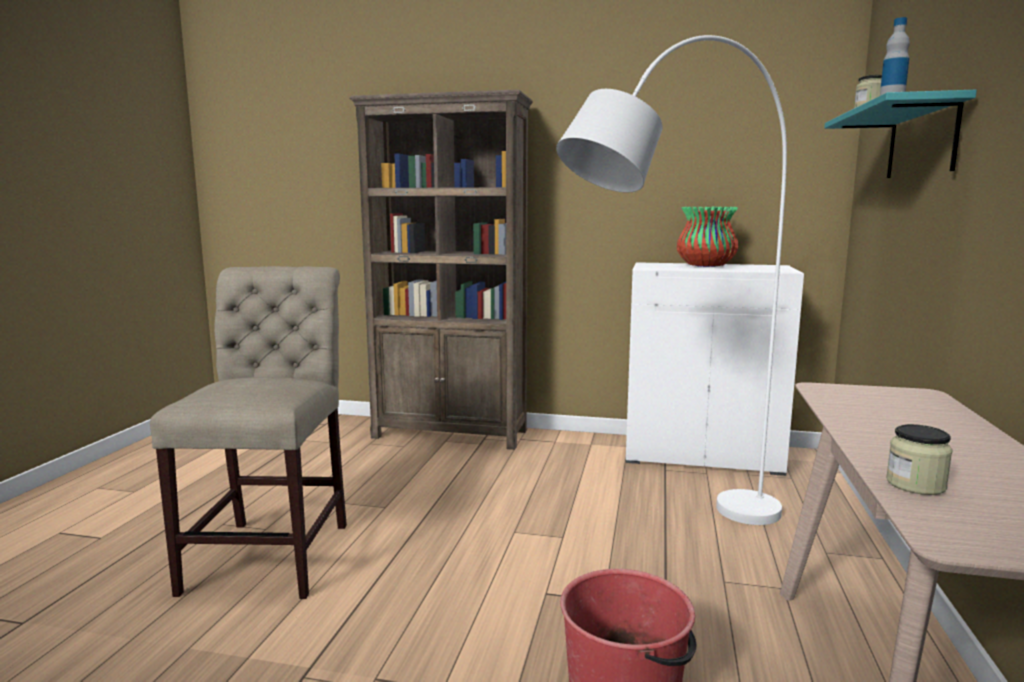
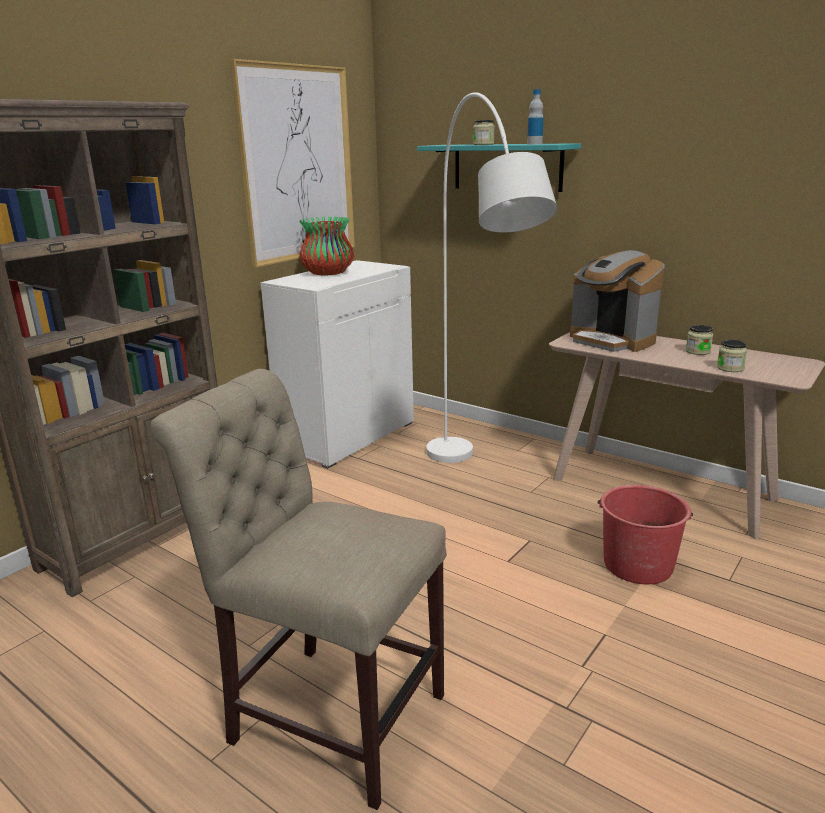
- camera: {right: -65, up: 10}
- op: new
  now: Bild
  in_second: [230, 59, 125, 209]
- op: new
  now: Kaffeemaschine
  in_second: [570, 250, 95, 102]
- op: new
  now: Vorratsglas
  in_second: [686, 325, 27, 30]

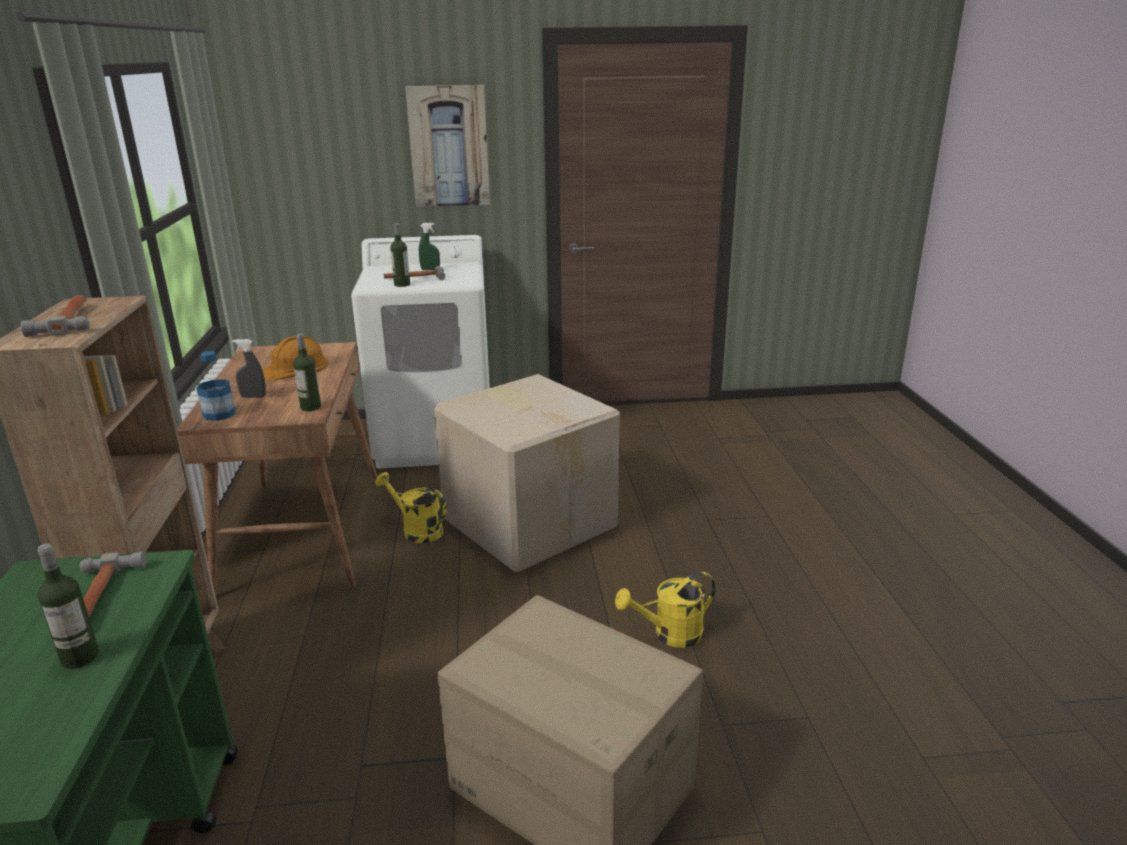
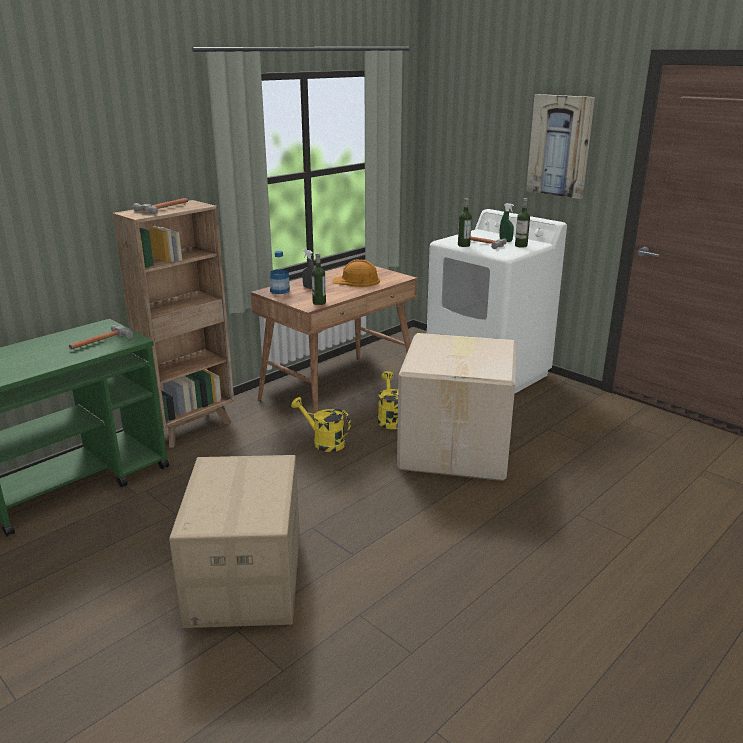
- camera: {right: 50, up: 0}
- op: shifted
  was: Gießkanne [gelb]
  in_first: [615, 572, 101, 76]
  in_second: [291, 397, 60, 55]
- op: shifted
  was: Flasche
  in_first: [37, 544, 62, 125]
  in_second: [515, 198, 15, 50]

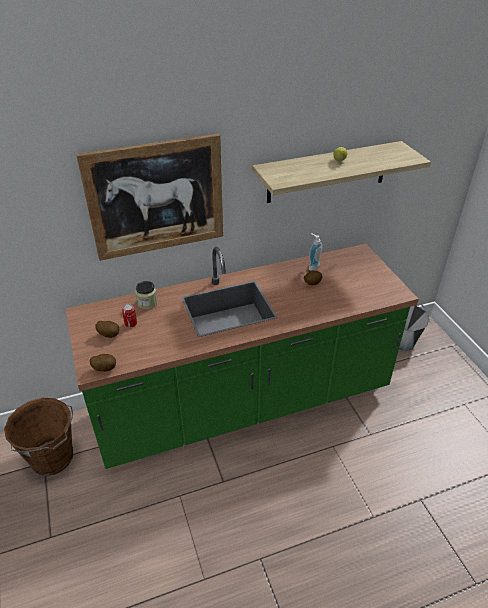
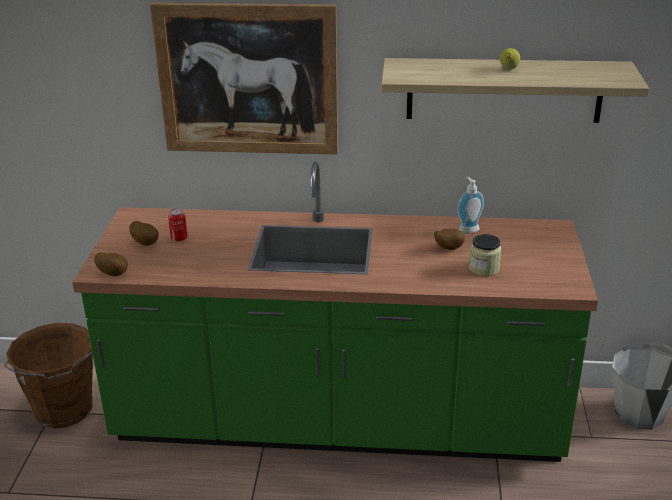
- camera: {right: 25, up: -10}
- op: shifted
  was: Vorratsglas
  in_first: [135, 281, 23, 29]
  in_second: [469, 234, 33, 42]

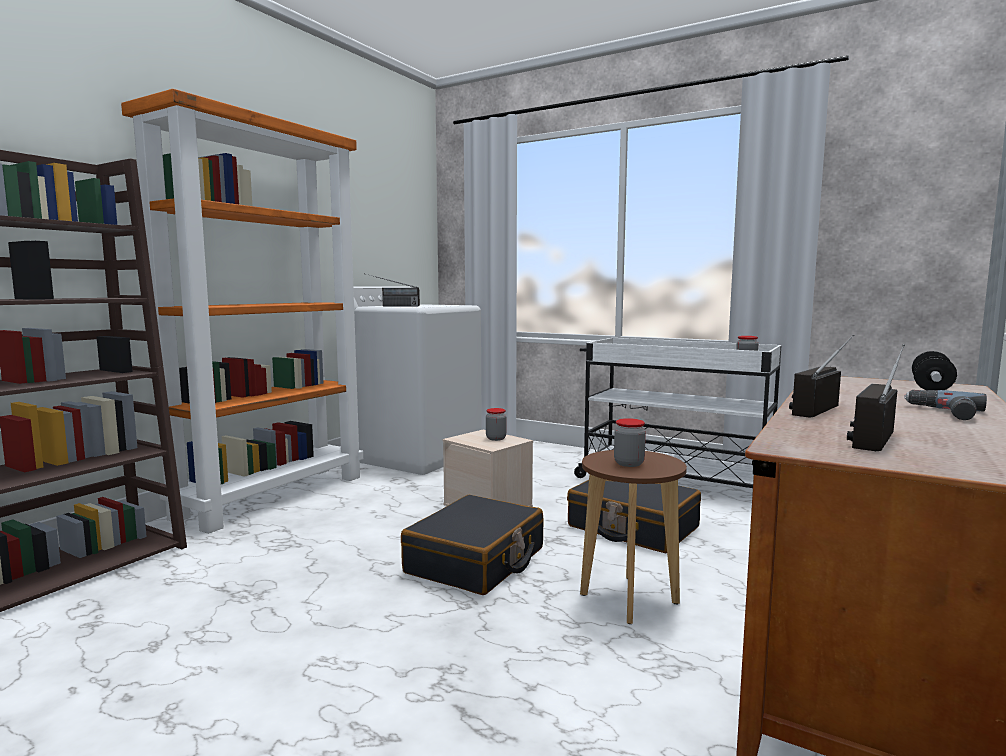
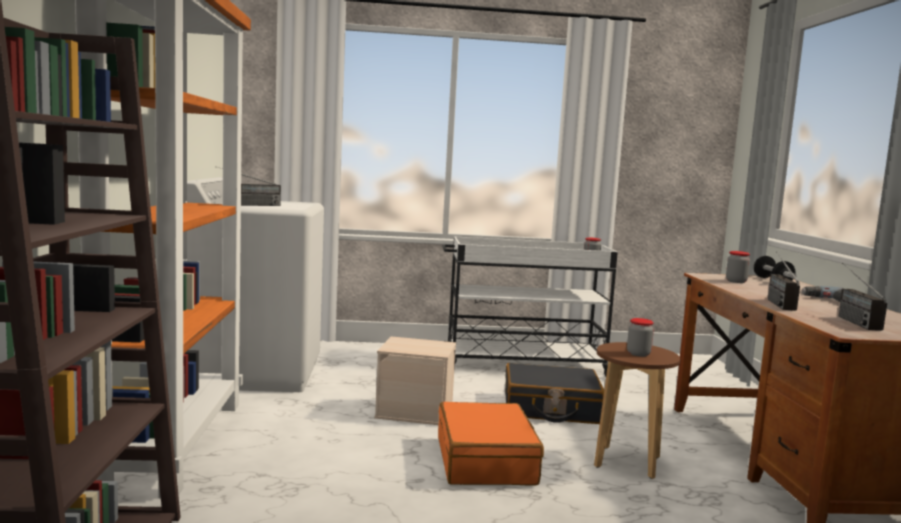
- camera: {right: -35, up: 0}
- op: repainted
  was: Koffer [schwarz]
  now: Koffer [orange]
  in_first: [401, 495, 143, 100]
  in_second: [438, 402, 106, 84]
- op: shifted
  was: Vorratsglas
  in_first: [486, 408, 20, 33]
  in_second: [726, 251, 24, 32]

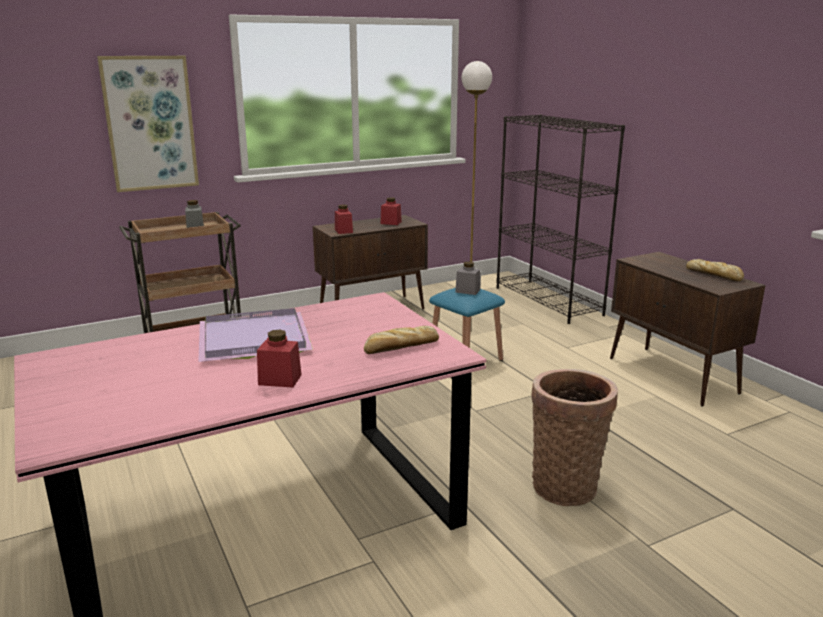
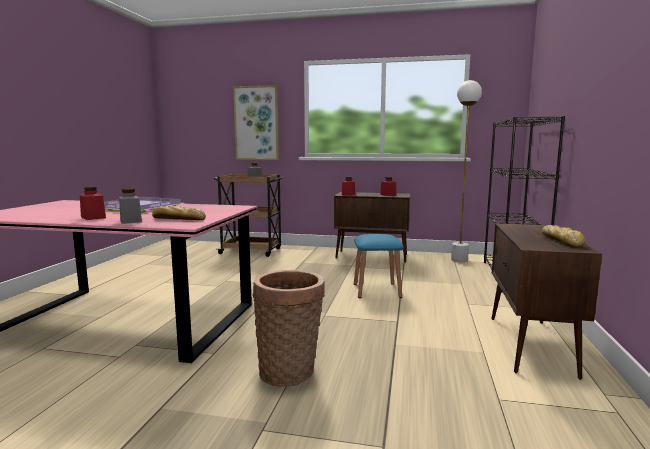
- camera: {right: 40, up: -10}
- op: shifted
  was: Vorratsglas [grau]
  in_first: [455, 261, 25, 34]
  in_second: [119, 188, 23, 36]

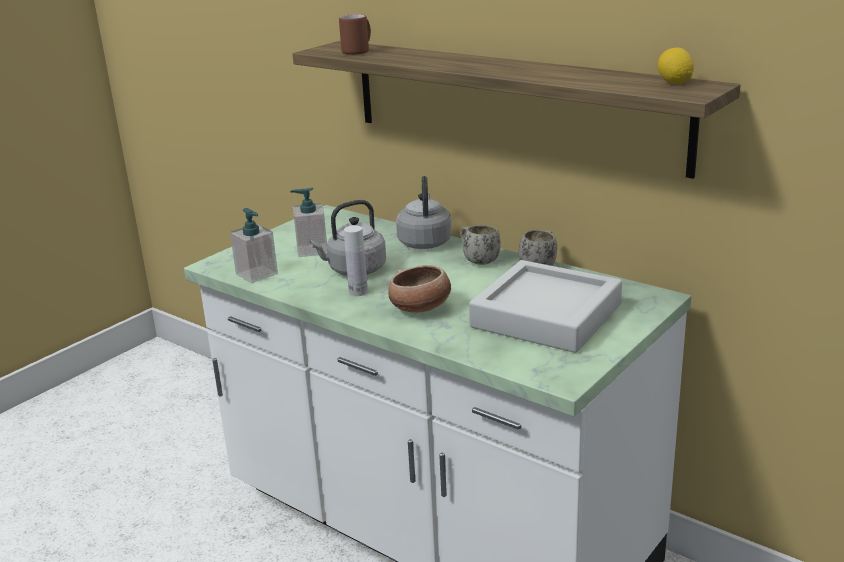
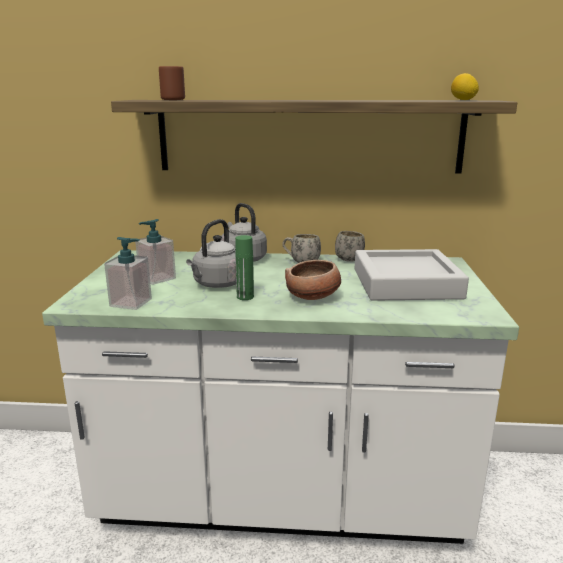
- camera: {right: -35, up: -5}
- op: repainted
  was: Flasche [weiß]
  now: Flasche [grün]
  in_first: [344, 225, 24, 71]
  in_second: [235, 235, 19, 65]

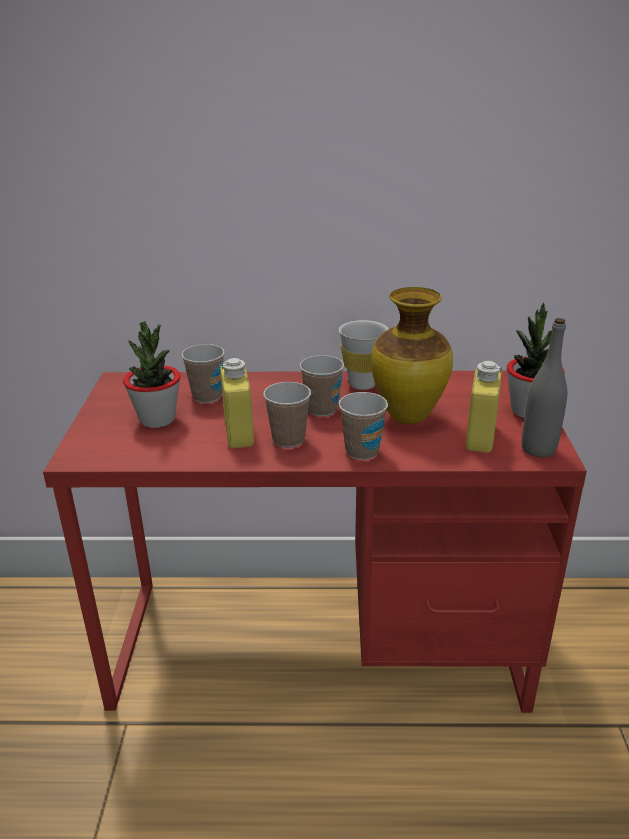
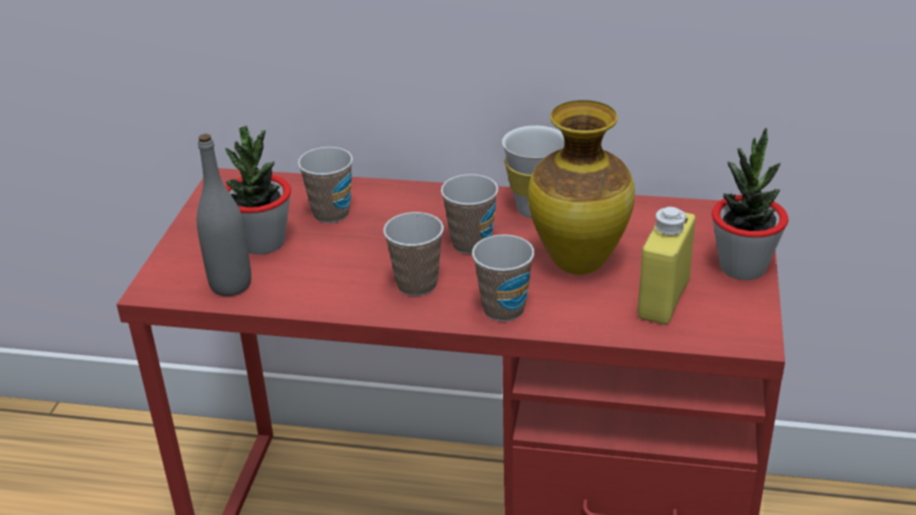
- camera: {right: 10, up: 5}
- op: shifted
  was: Flasche [grau]
  in_first: [522, 318, 45, 139]
  in_second: [197, 134, 54, 162]
- op: gone
  was: Flasche [gelb]
  in_first: [220, 358, 34, 90]

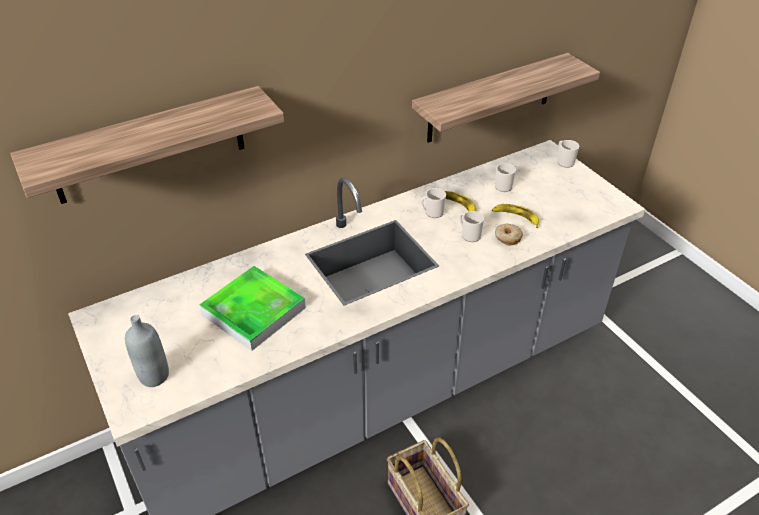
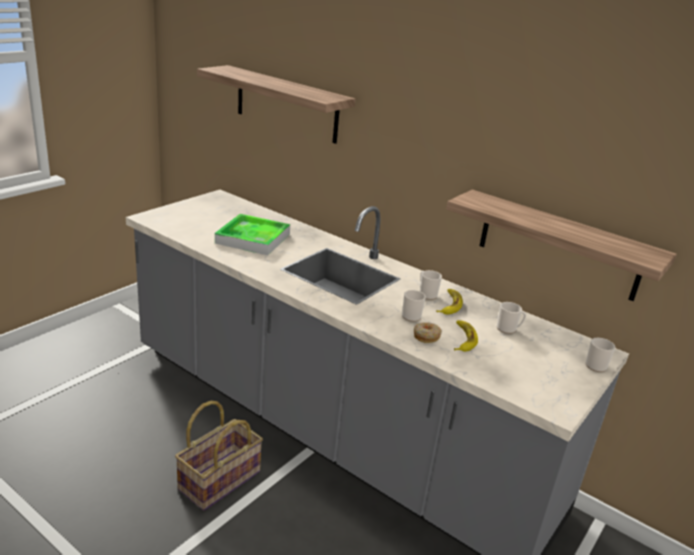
- camera: {right: 65, up: -15}
- op: gone
  was: Flasche [grau]
  in_first: [125, 315, 44, 72]

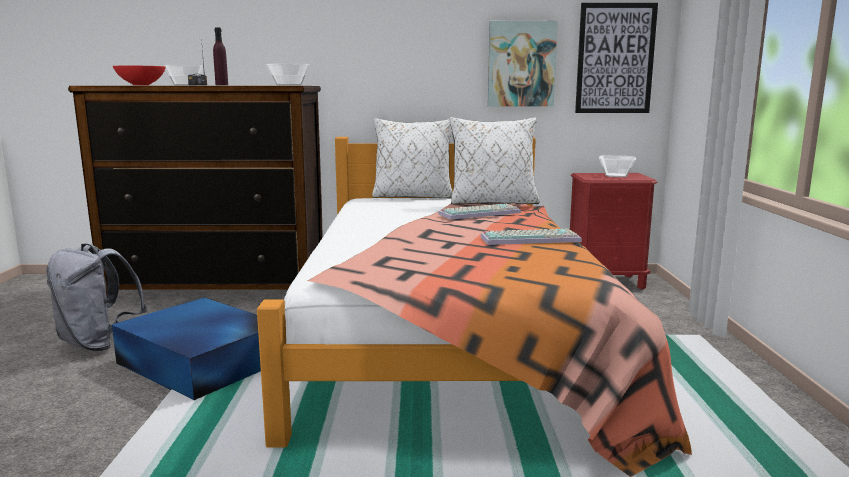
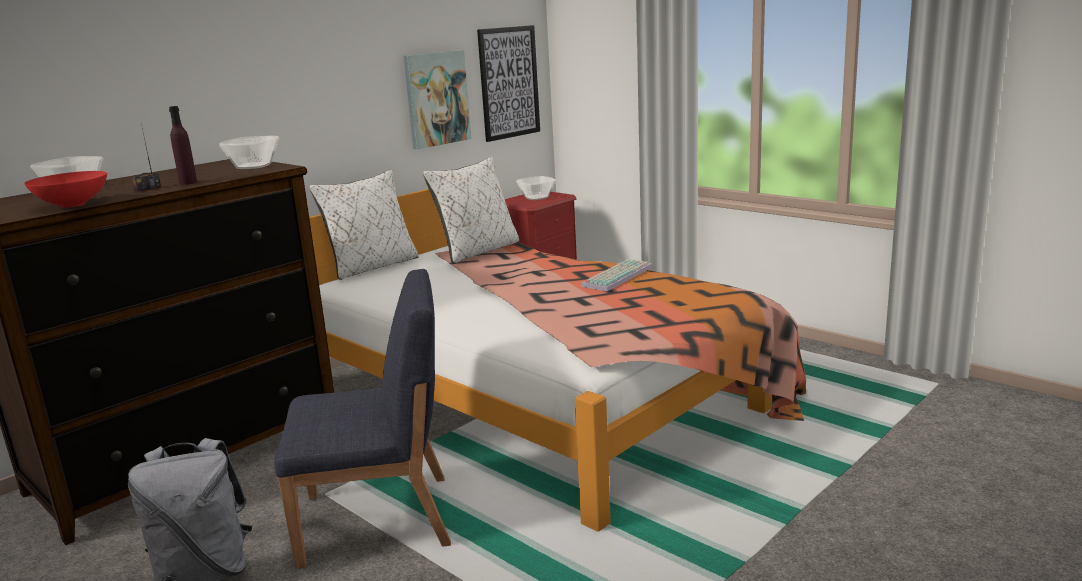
- camera: {right: -45, up: 5}
- op: swapped
  was: Aufbewahrungsbox [blau]
  now: Stuhl [blau]
  in_first: [112, 297, 149, 103]
  in_second: [274, 269, 177, 300]
- op: gone
  was: Tastatur
  in_first: [438, 204, 83, 15]

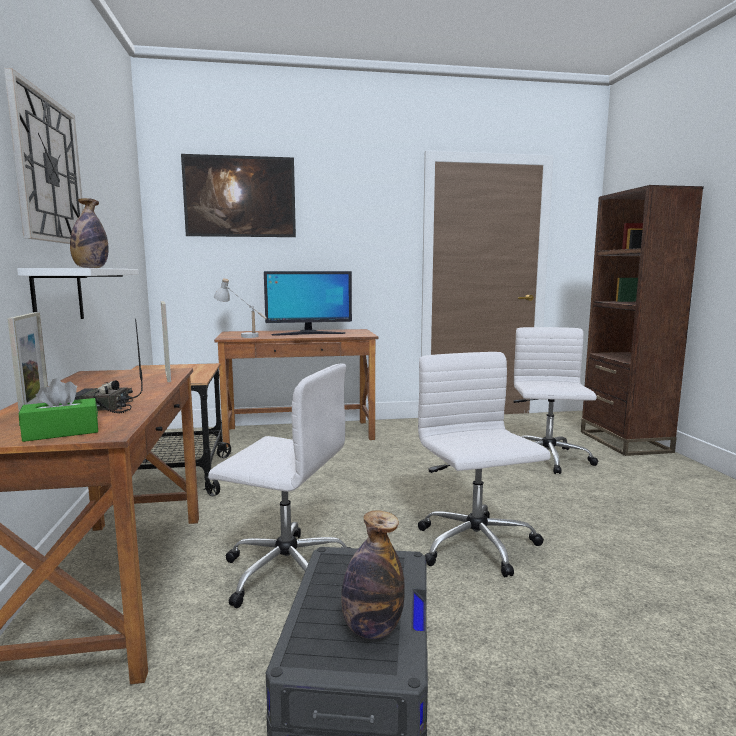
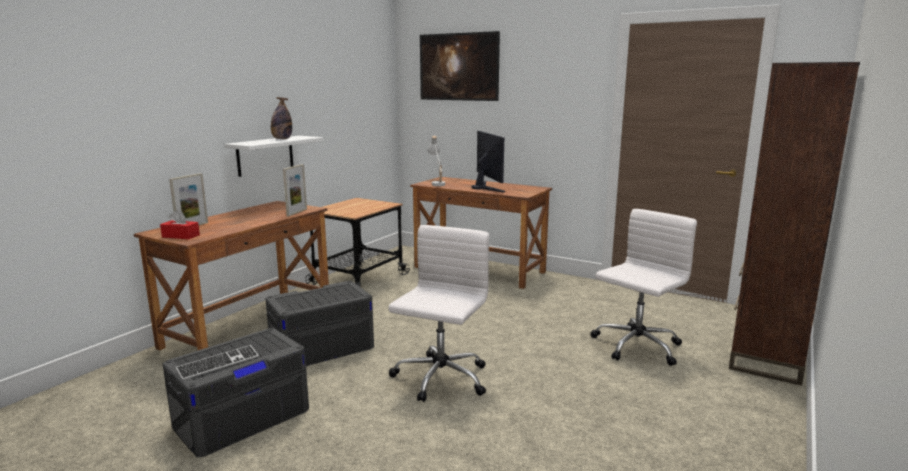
- camera: {right: 40, up: 5}
- op: repainted
  was: Taschentuchbox [grün]
  now: Taschentuchbox [rot]
  in_first: [19, 378, 79, 64]
  in_second: [160, 210, 40, 29]
- op: swapped
  was: Flasche
  now: Tastatur
  in_first: [341, 510, 64, 129]
  in_second: [176, 345, 83, 35]
- op: swapped
  was: Bürostuhl [weiß]
  now: Aufbewahrungsbox [grau]
  in_first: [208, 363, 143, 245]
  in_second: [265, 281, 109, 85]
- op: rotated
  was: Monitor
  in_first: [264, 271, 88, 65]
  in_second: [471, 131, 34, 62]
  clockwise: -135
- op: gone
  was: Wanduhr
  in_first: [4, 68, 79, 176]
- op: gone
  was: Radio
  in_first: [74, 319, 69, 95]

